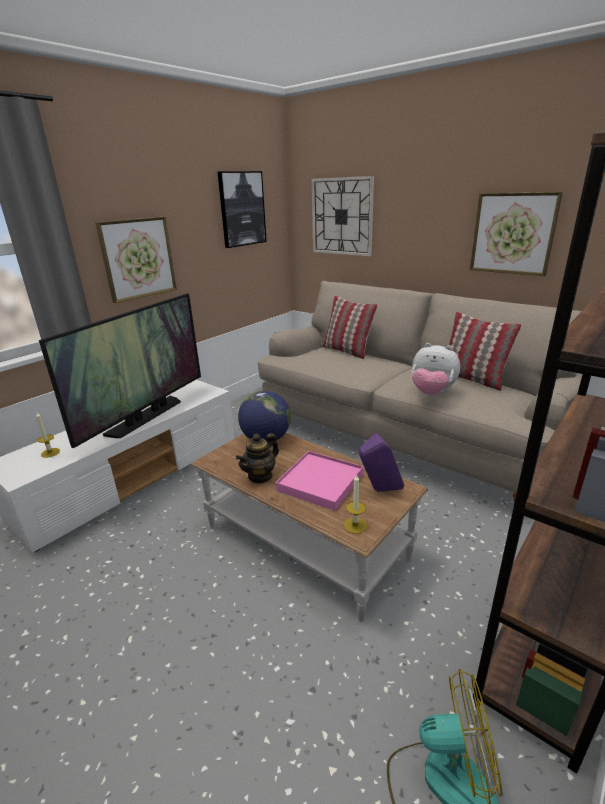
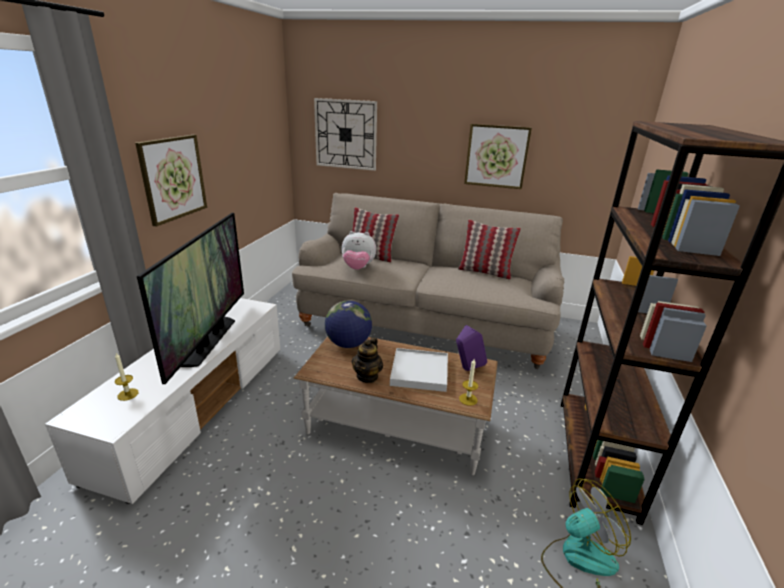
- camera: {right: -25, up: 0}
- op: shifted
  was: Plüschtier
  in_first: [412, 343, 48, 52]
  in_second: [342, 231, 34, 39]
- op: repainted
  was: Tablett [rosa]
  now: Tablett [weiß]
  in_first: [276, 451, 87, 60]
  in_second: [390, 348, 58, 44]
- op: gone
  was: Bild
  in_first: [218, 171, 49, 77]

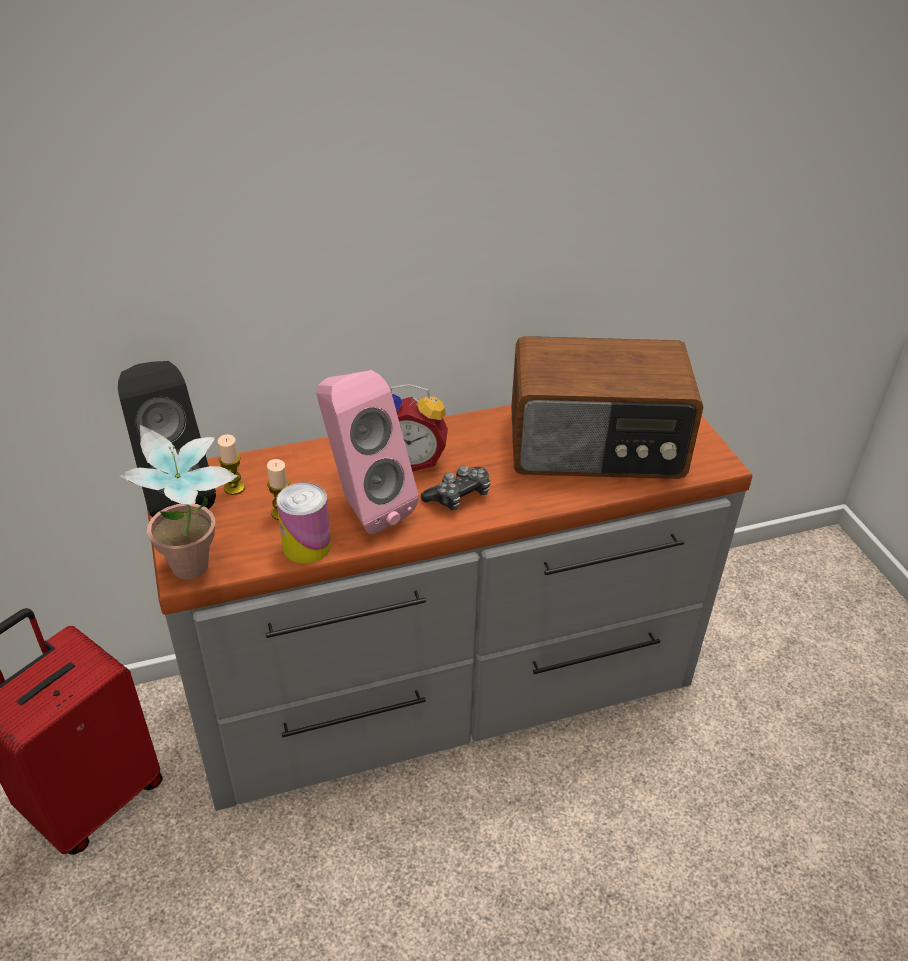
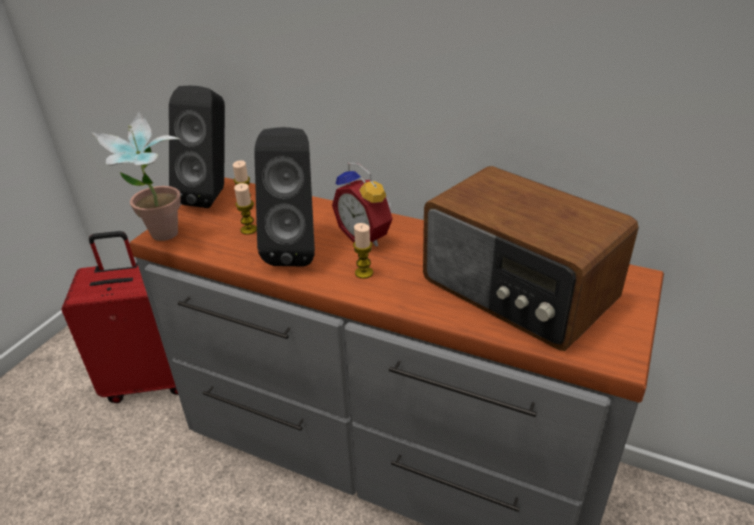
- camera: {right: 45, up: -5}
- op: repainted
  was: Lautsprecher [rosa]
  now: Lautsprecher [schwarz]
  in_first: [316, 370, 103, 164]
  in_second: [254, 127, 61, 140]
- op: swapped
  was: Gamepad
  now: Kerze
  in_first: [421, 466, 69, 44]
  in_second: [353, 223, 20, 56]
- op: gone
  was: Dose
  in_first: [277, 482, 54, 82]

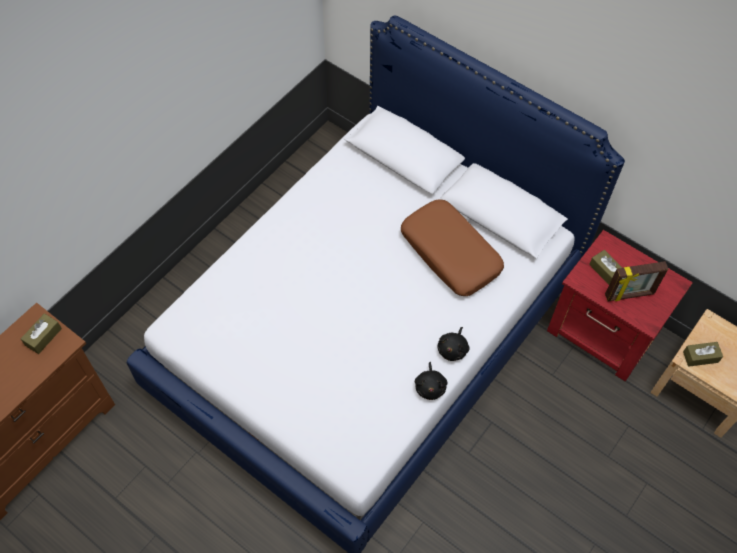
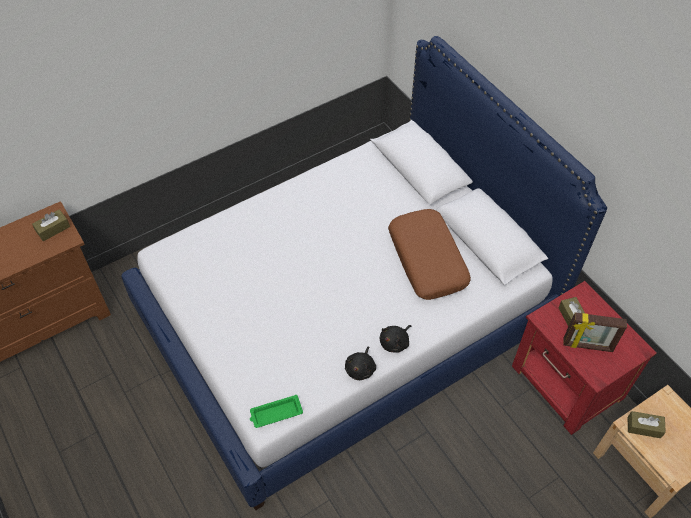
- camera: {right: 20, up: -5}
- op: new
  now: Tablett [grün]
  in_second: [250, 395, 53, 33]

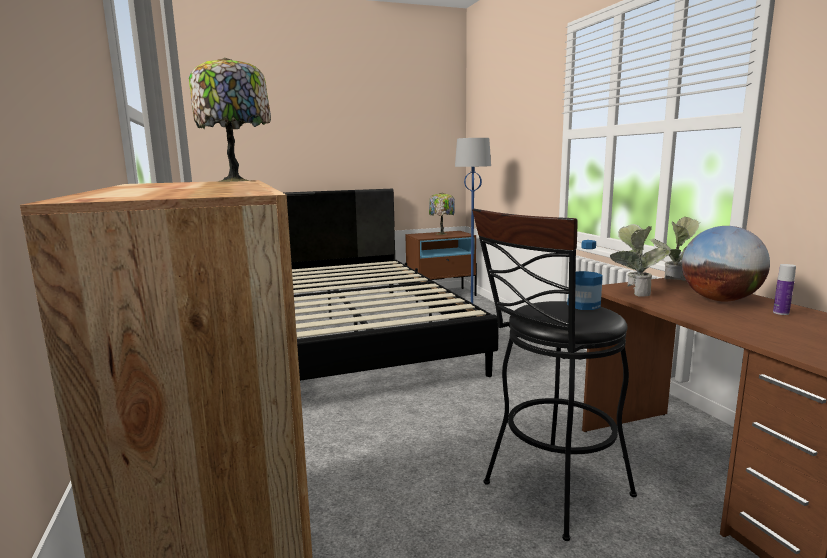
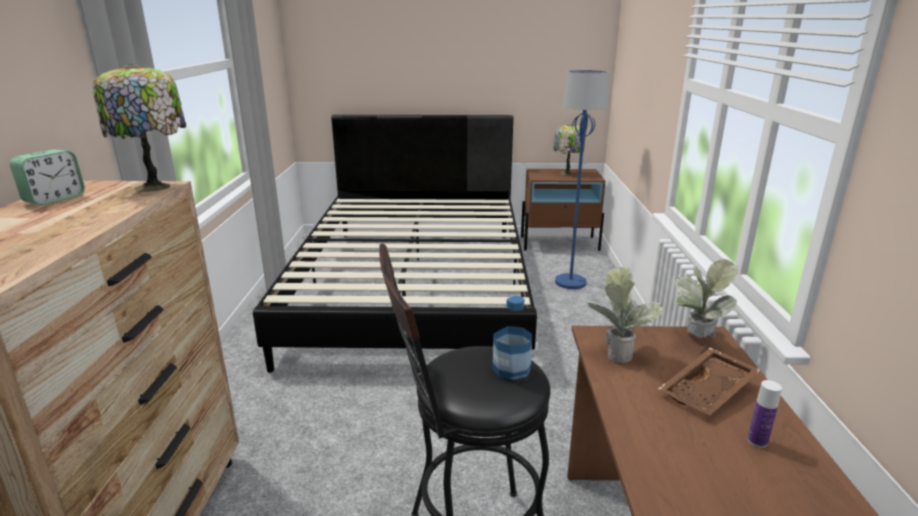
- camera: {right: 20, up: 10}
- op: new
  now: Wecker
  in_second: [10, 150, 75, 55]
- op: swapped
  was: Globus
  now: Tablett [braun]
  in_first: [682, 226, 88, 76]
  in_second: [658, 348, 103, 67]

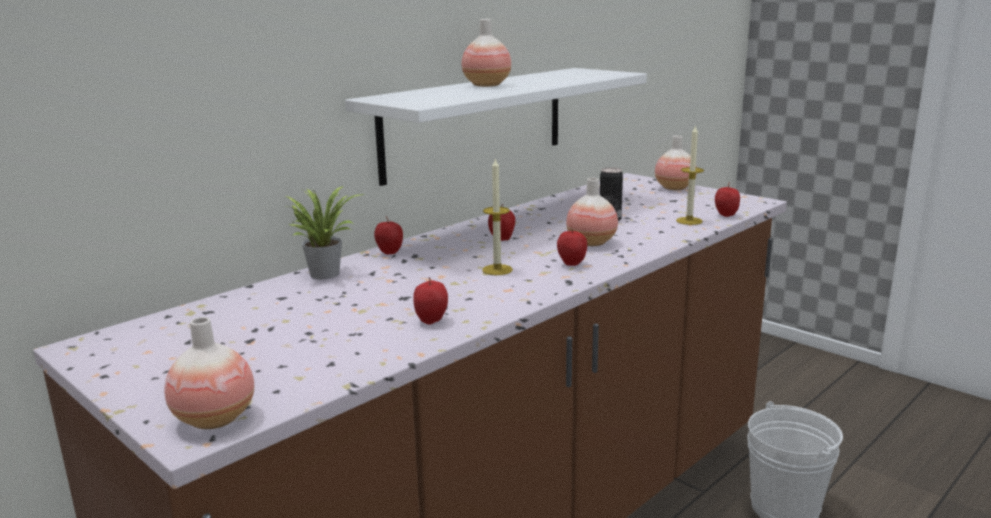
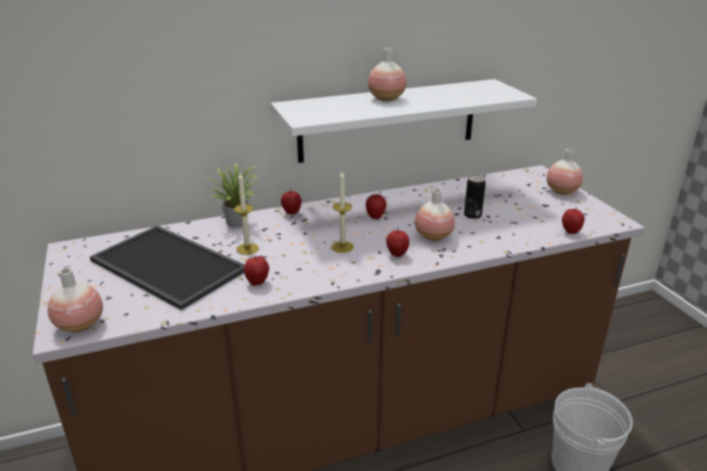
- camera: {right: 25, up: 10}
- op: new
  now: Tablett
  in_second: [90, 225, 155, 85]
- op: shifted
  was: Kerze
  in_first: [676, 125, 28, 100]
  in_second: [234, 173, 25, 82]

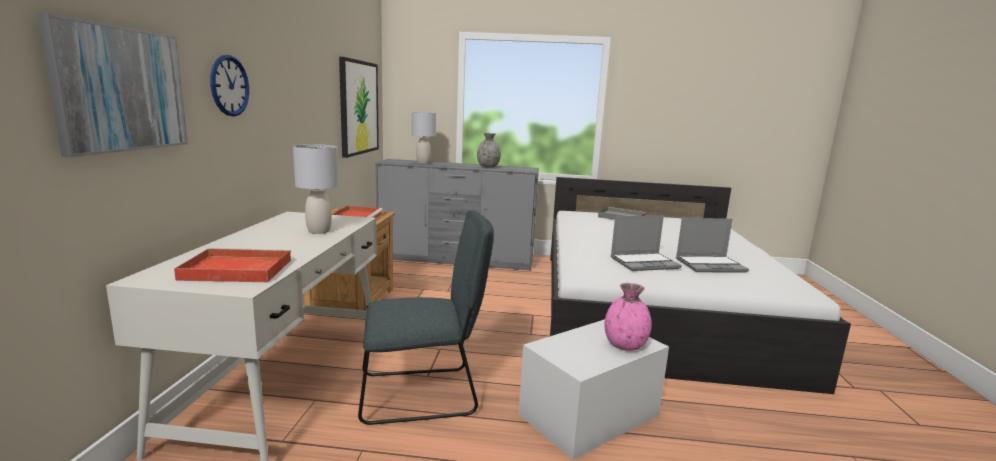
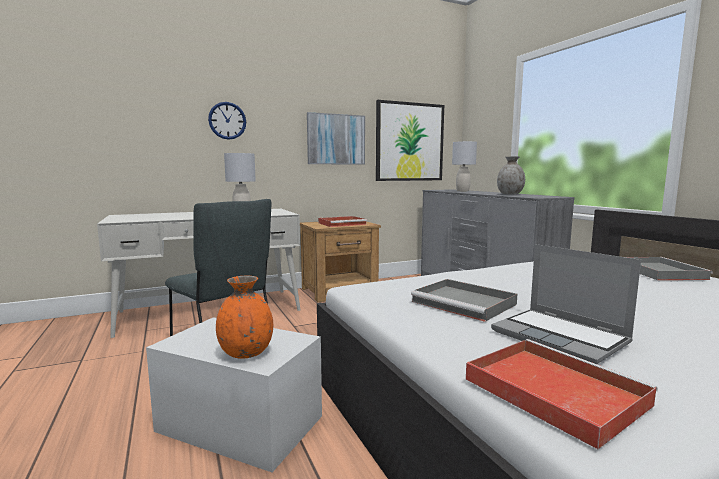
- camera: {right: 60, up: -5}
- op: repainted
  was: Vase [rosa]
  now: Vase [orange]
  in_first: [605, 283, 47, 68]
  in_second: [216, 276, 57, 83]
- op: shifted
  was: Bild
  in_first: [37, 13, 151, 144]
  in_second: [307, 112, 58, 53]
- op: swapped
  was: Laptop
  now: Tablett [grau]
  in_first: [611, 215, 71, 56]
  in_second: [411, 279, 106, 43]
- op: shifted
  was: Tablett [rot]
  in_first: [174, 248, 117, 34]
  in_second: [466, 339, 192, 110]

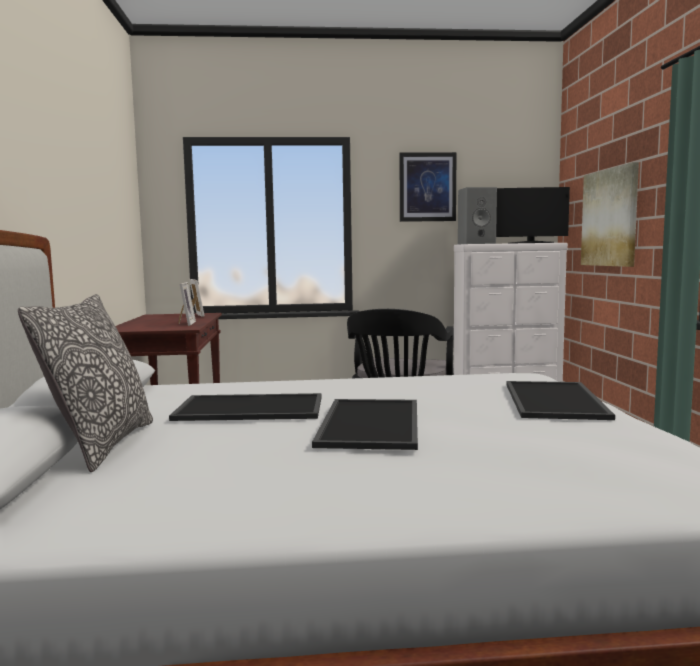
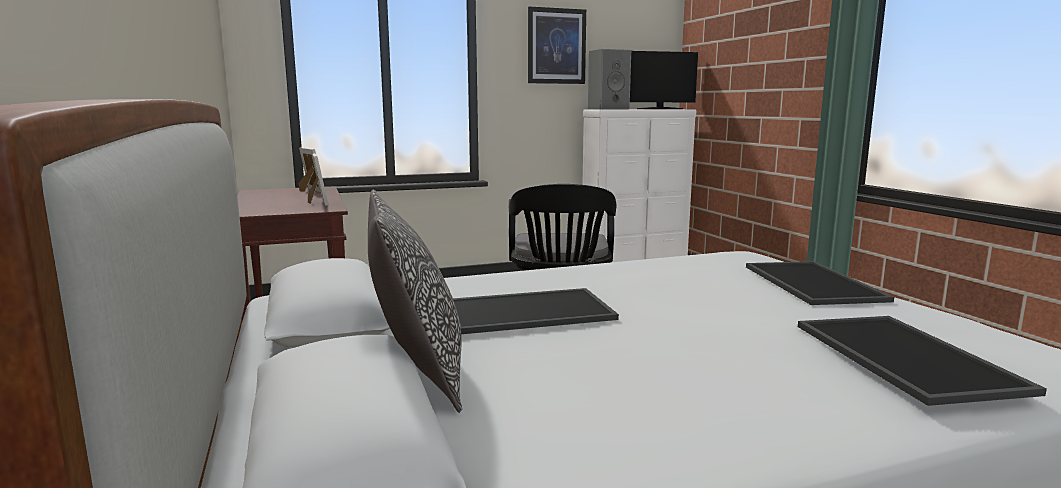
- camera: {right: -15, up: 5}
- op: shifted
  was: Tablett
  in_first: [312, 399, 106, 51]
  in_second: [798, 316, 249, 90]
- op: gone
  was: Bild
  in_first: [581, 162, 58, 105]

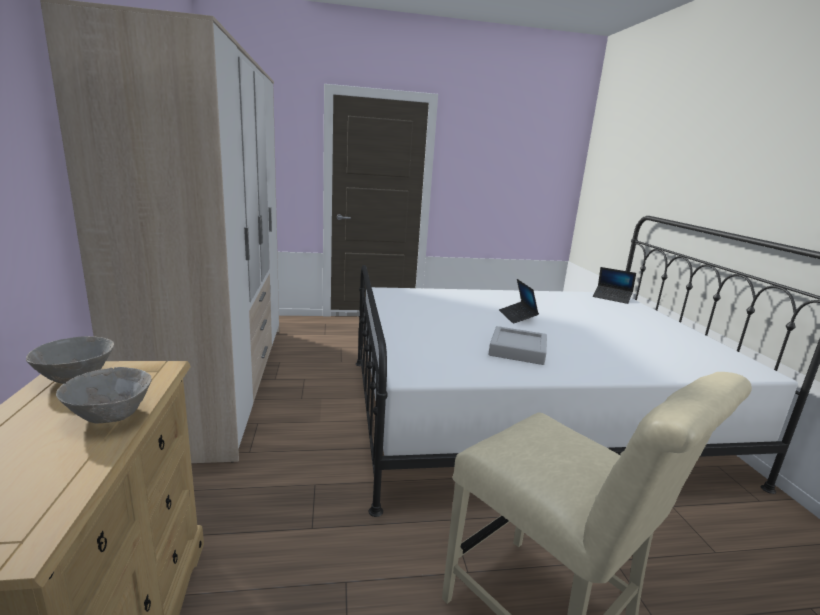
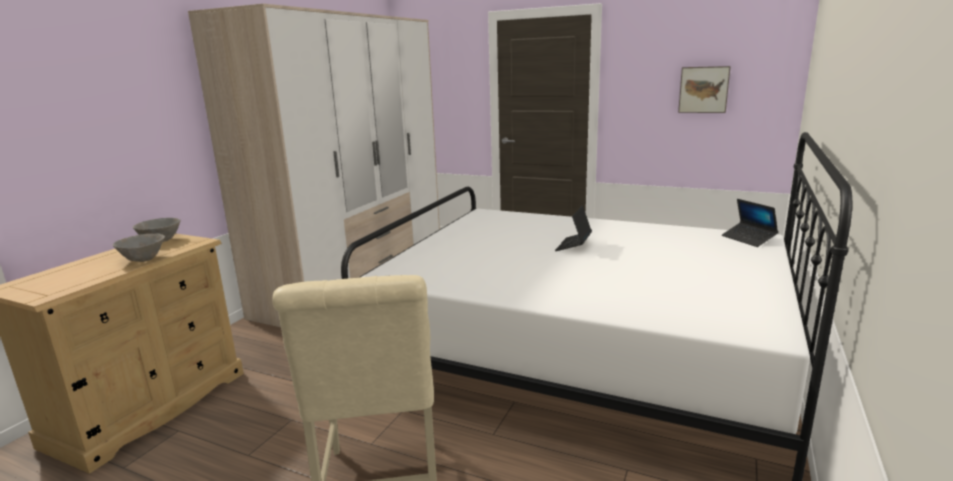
- camera: {right: 35, up: 0}
- op: new
  now: Bild
  in_second: [678, 66, 53, 47]
- op: gone
  was: Tablett [grau]
  in_first: [489, 326, 58, 39]

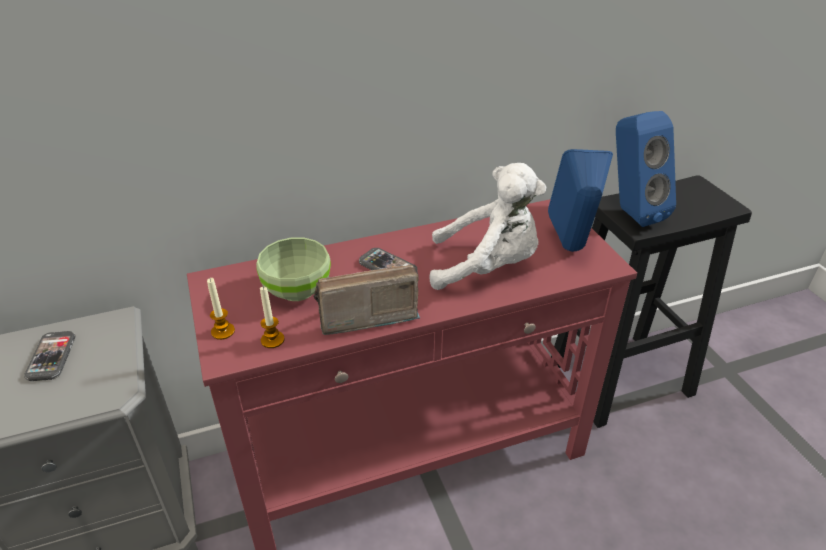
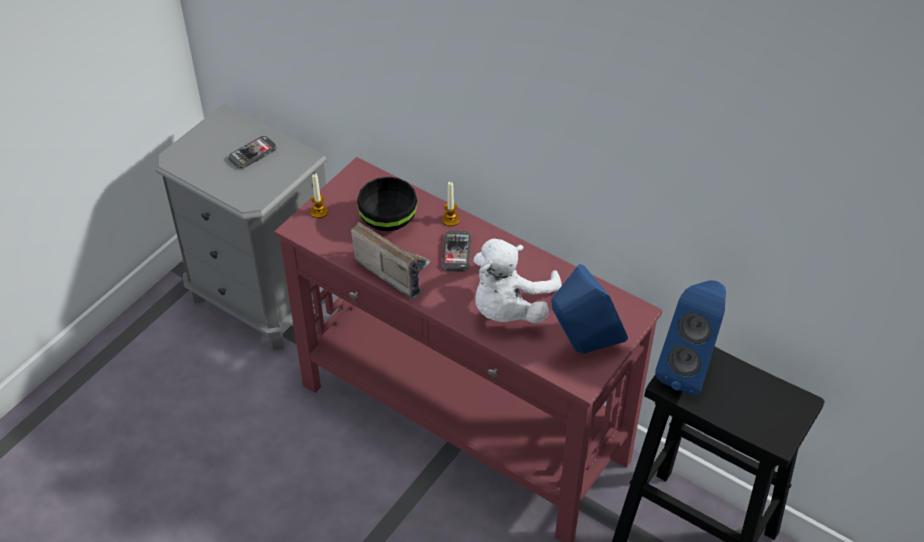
- camera: {right: 55, up: 10}
- op: repainted
  was: Schüssel [grün]
  now: Schüssel [schwarz]
  in_first: [256, 238, 75, 63]
  in_second: [357, 177, 60, 54]
- op: shifted
  was: Kerze
  in_first: [260, 287, 25, 61]
  in_second: [442, 182, 18, 44]
- op: rotated
  was: Plüschtier [weiß]
  in_first: [429, 163, 117, 127]
  in_second: [473, 239, 89, 84]
  clockwise: 60

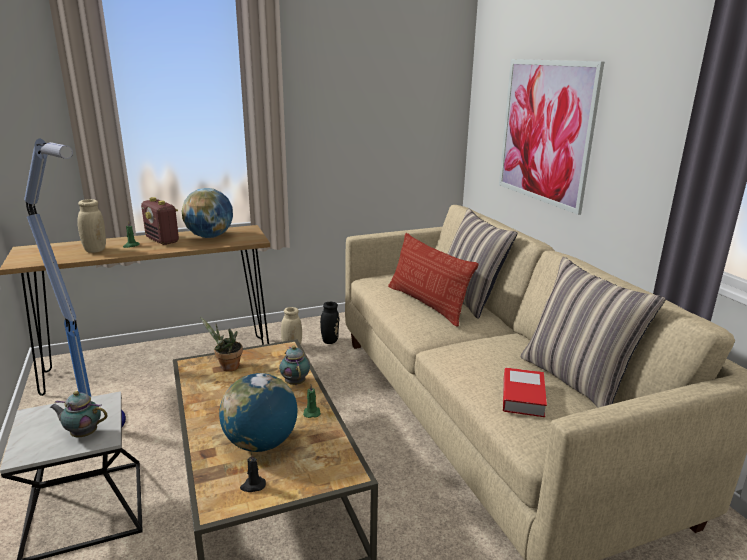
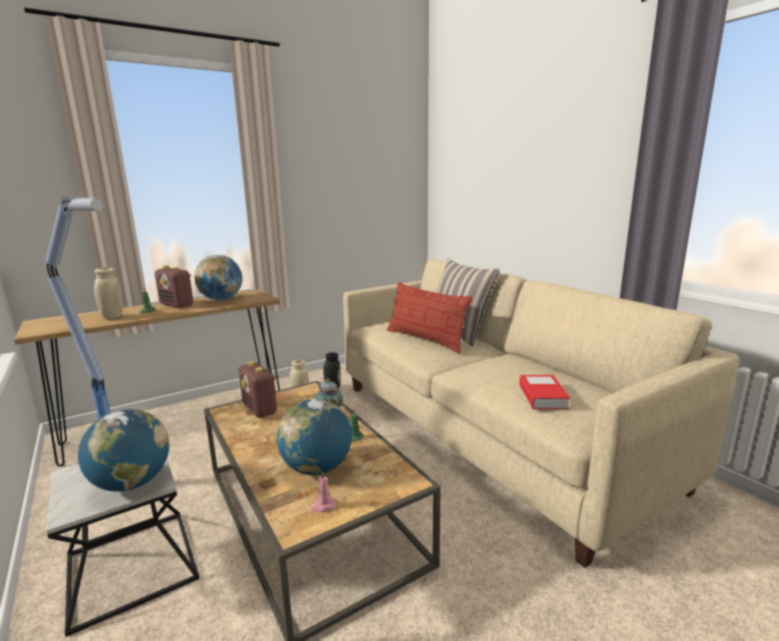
- camera: {right: -10, up: -5}
- op: swapped
  was: Teekanne
  now: Globus
  in_first: [50, 391, 58, 46]
  in_second: [78, 409, 91, 83]
- op: swapped
  was: Topfpflanze
  now: Radio
  in_first: [200, 317, 43, 55]
  in_second: [239, 361, 38, 57]
- op: repainted
  was: Kerze [schwarz]
  now: Kerze [rosa]
  in_first: [240, 452, 26, 40]
  in_second: [311, 471, 25, 41]
- op: gone
  was: Bild
  in_first: [499, 59, 105, 156]
- op: gone
  was: Kissen
  in_first: [520, 257, 146, 151]

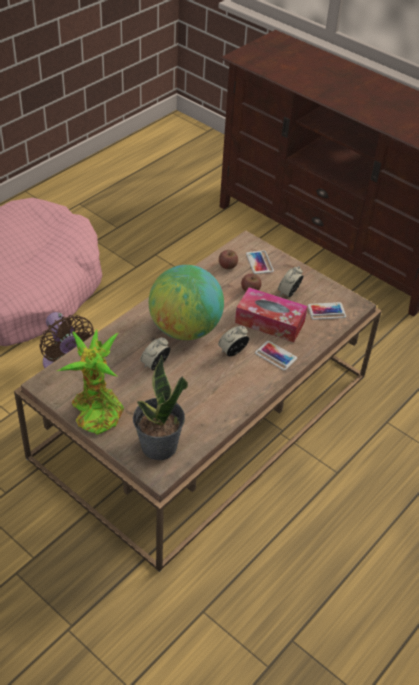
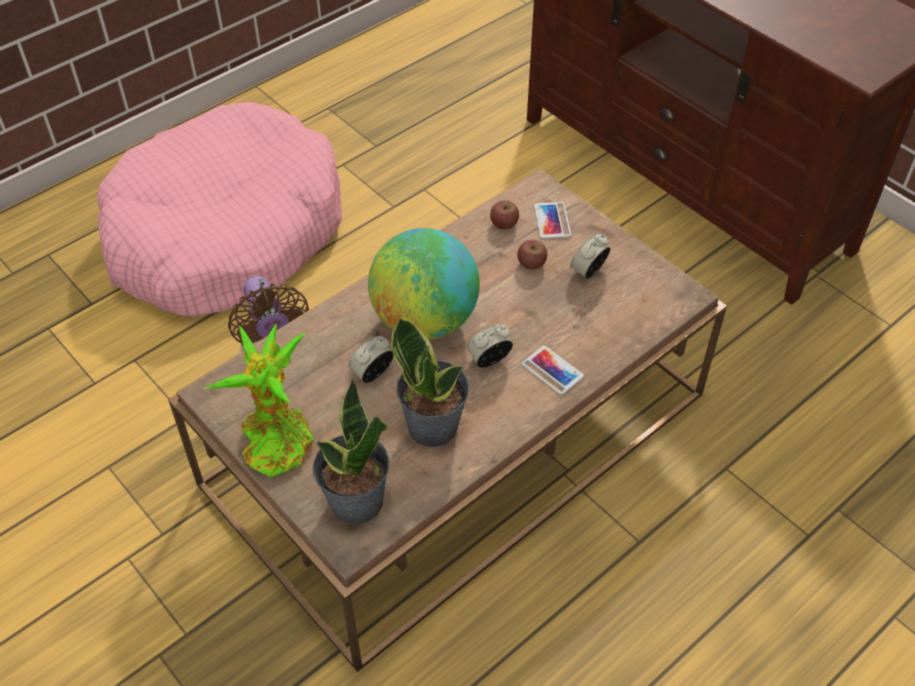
- camera: {right: 10, up: 5}
- op: new
  now: Topfpflanze
  in_second: [391, 317, 78, 130]
- op: gone
  was: Taschentuchbox
  in_first: [235, 287, 73, 55]
- op: gone
  was: Handy
  in_first: [308, 302, 38, 18]

